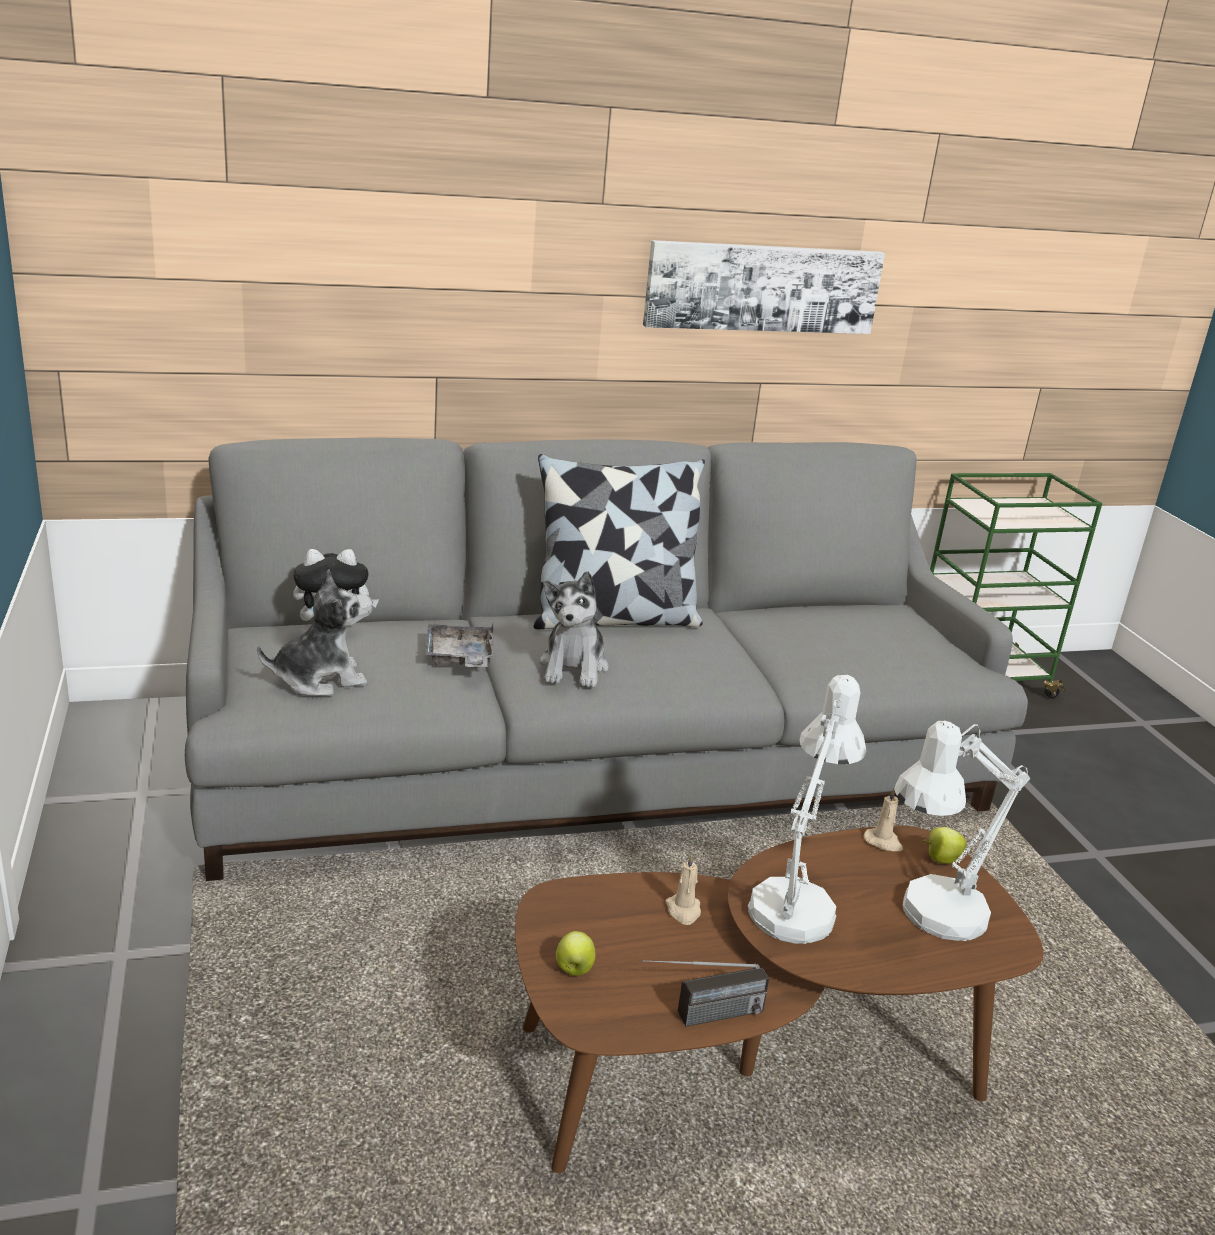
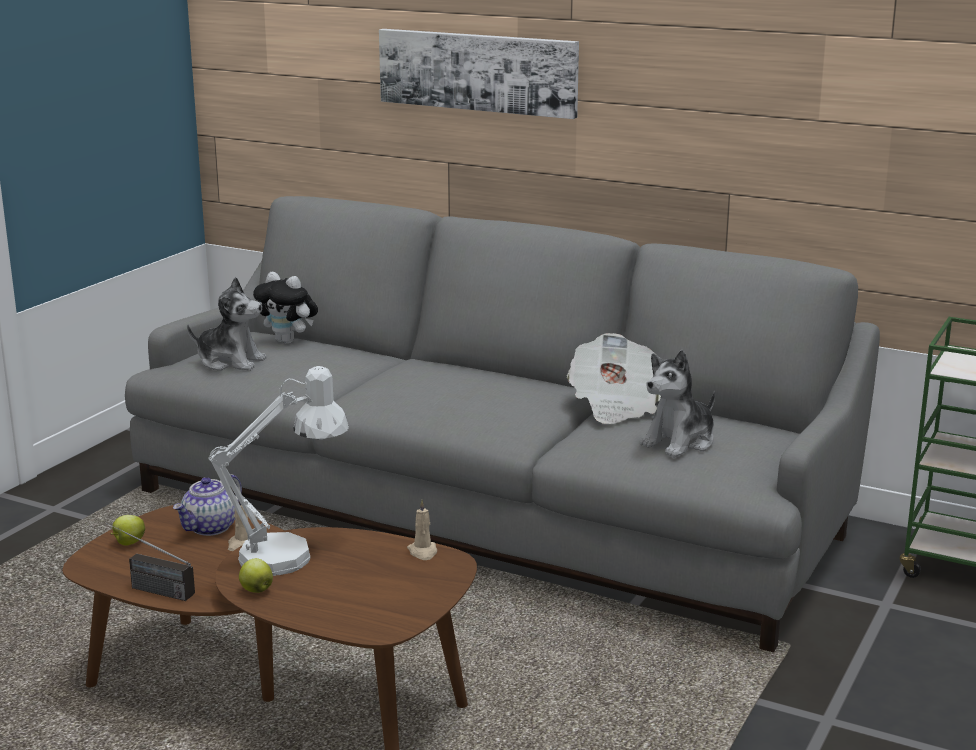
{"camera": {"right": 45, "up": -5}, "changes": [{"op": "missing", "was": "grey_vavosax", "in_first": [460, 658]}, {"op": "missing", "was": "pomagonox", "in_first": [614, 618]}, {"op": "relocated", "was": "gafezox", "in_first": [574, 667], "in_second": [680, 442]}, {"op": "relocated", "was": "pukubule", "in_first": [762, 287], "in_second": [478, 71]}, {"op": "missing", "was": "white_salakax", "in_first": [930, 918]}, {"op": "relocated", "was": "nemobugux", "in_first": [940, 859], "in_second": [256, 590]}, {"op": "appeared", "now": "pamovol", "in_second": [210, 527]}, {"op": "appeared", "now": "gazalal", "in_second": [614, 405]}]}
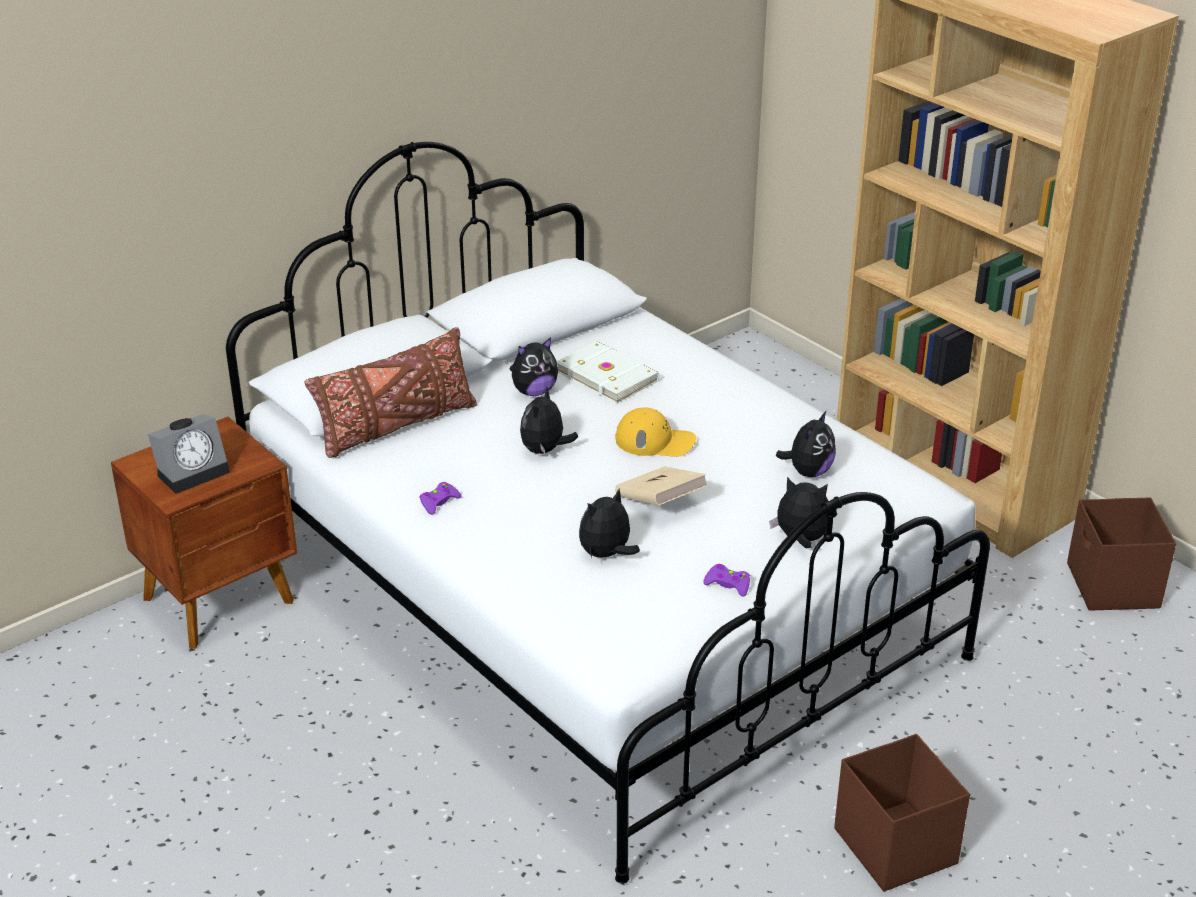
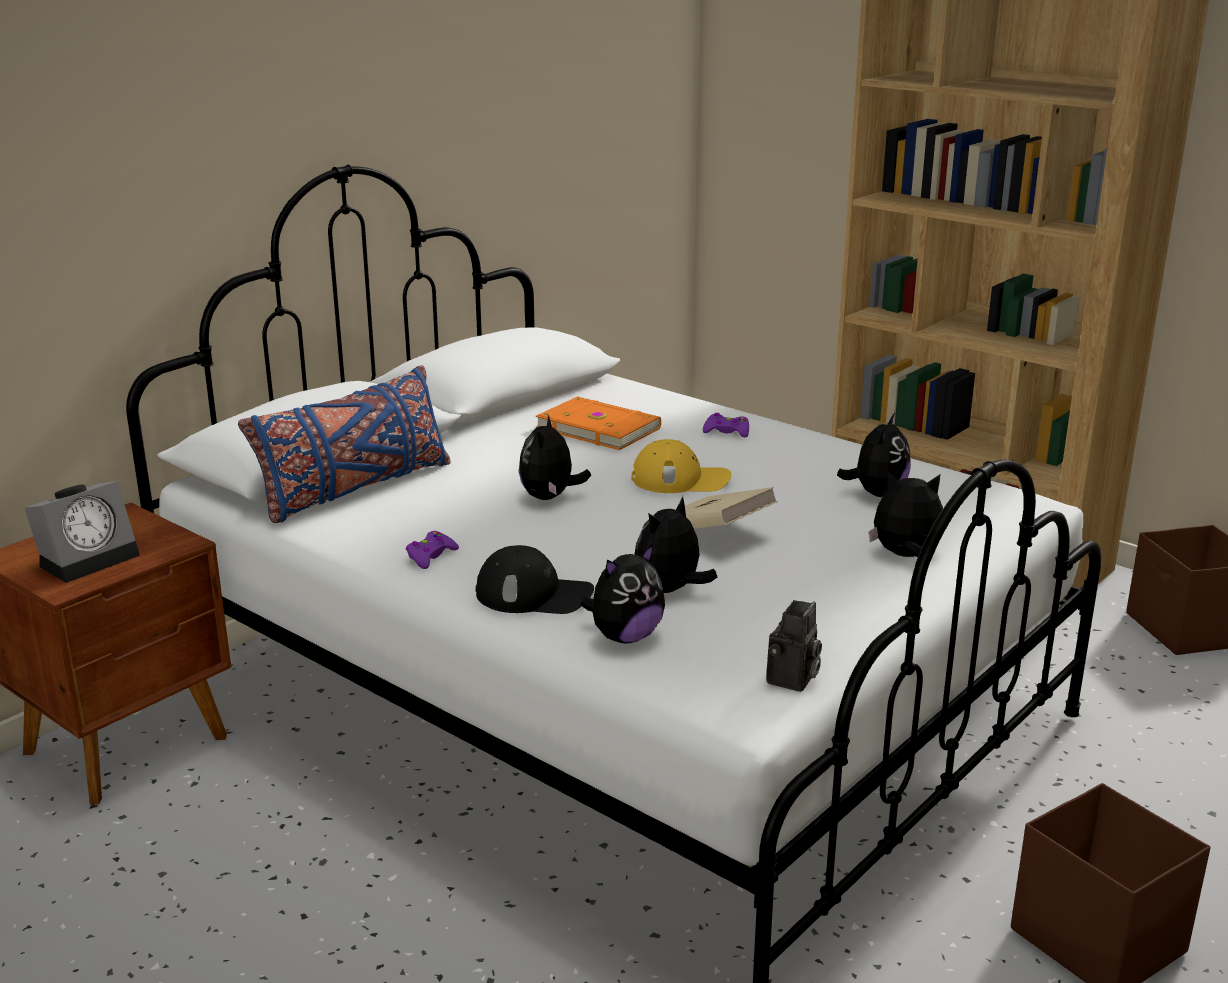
{"camera": {"right": -10, "up": -10}, "changes": [{"op": "colour", "was": "brown_pomagonox", "now": "blue_pomagonox", "in_first": [396, 426], "in_second": [354, 489]}, {"op": "relocated", "was": "gafezox", "in_first": [534, 391], "in_second": [625, 637]}, {"op": "colour", "was": "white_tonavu", "now": "orange_tonavu", "in_first": [608, 375], "in_second": [599, 428]}, {"op": "relocated", "was": "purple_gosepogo", "in_first": [728, 584], "in_second": [727, 431]}, {"op": "appeared", "now": "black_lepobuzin", "in_second": [534, 594]}, {"op": "appeared", "now": "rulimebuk", "in_second": [792, 681]}]}
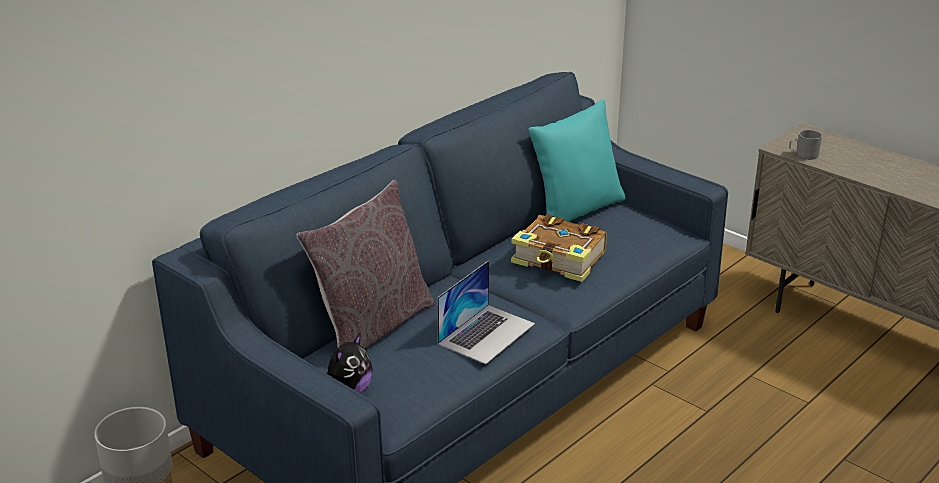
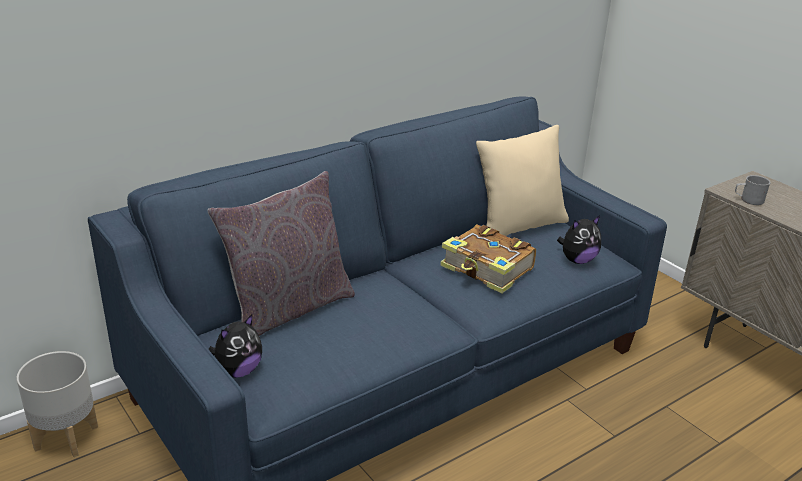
{"camera": {"right": 10, "up": 0}, "changes": [{"op": "missing", "was": "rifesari", "in_first": [486, 333]}, {"op": "colour", "was": "turquoise_pomagonox", "now": "beige_pomagonox", "in_first": [576, 211], "in_second": [518, 226]}, {"op": "appeared", "now": "gafezox", "in_second": [577, 260]}]}
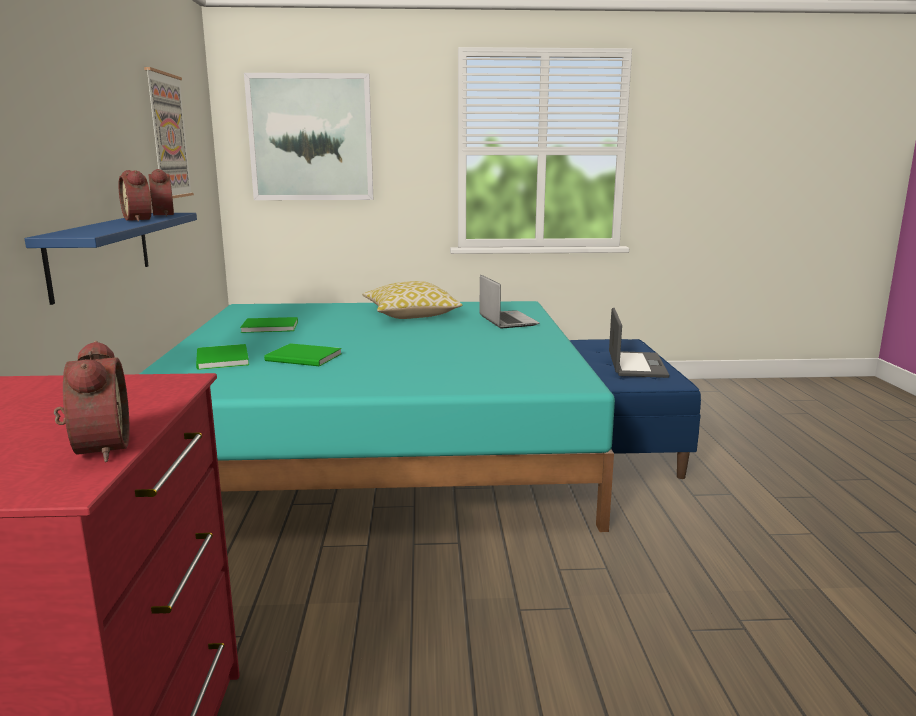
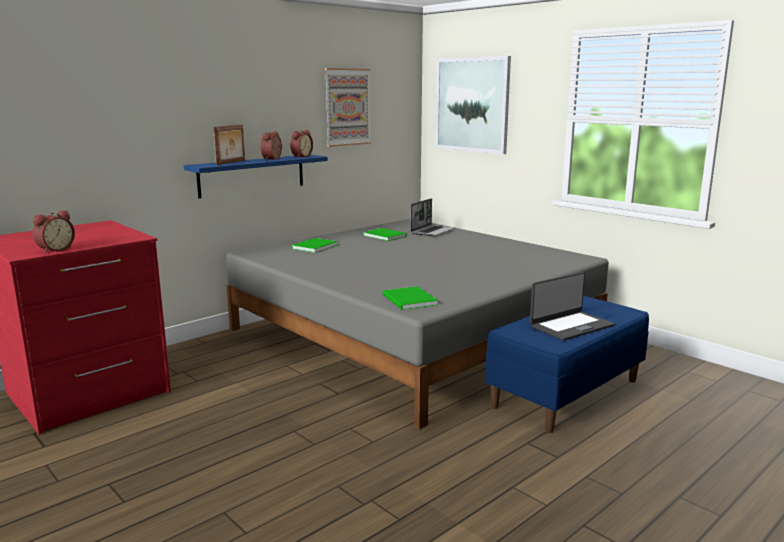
{"camera": {"right": 50, "up": 0}, "changes": [{"op": "colour", "was": "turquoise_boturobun", "now": "grey_boturobun", "in_first": [379, 446], "in_second": [413, 334]}, {"op": "relocated", "was": "green_tonavu", "in_first": [304, 358], "in_second": [409, 300]}, {"op": "missing", "was": "pomagonox", "in_first": [410, 315]}, {"op": "relocated", "was": "rifesari", "in_first": [506, 320], "in_second": [432, 231]}, {"op": "appeared", "now": "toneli", "in_second": [231, 162]}]}
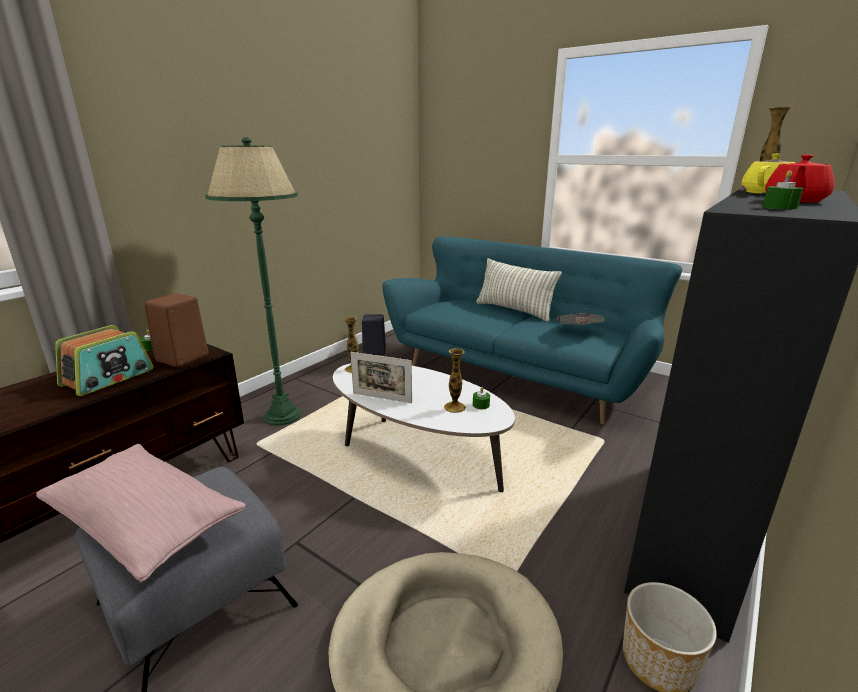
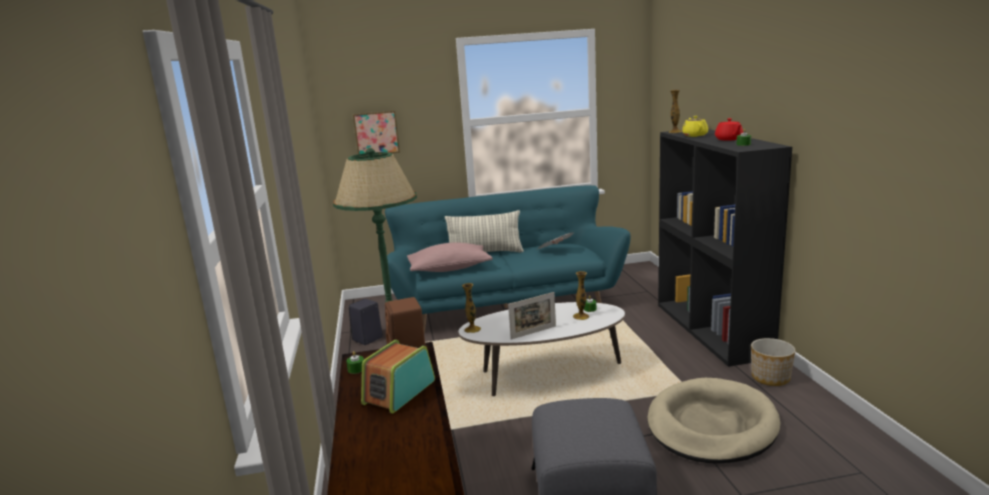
{"camera": {"right": -45, "up": -5}, "changes": [{"op": "relocated", "was": "pink_pomagonox", "in_first": [145, 523], "in_second": [449, 269]}, {"op": "spun", "was": "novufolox", "in_first": [108, 377], "in_second": [398, 392], "clockwise": -135}, {"op": "appeared", "now": "pukubule", "in_second": [376, 133]}]}
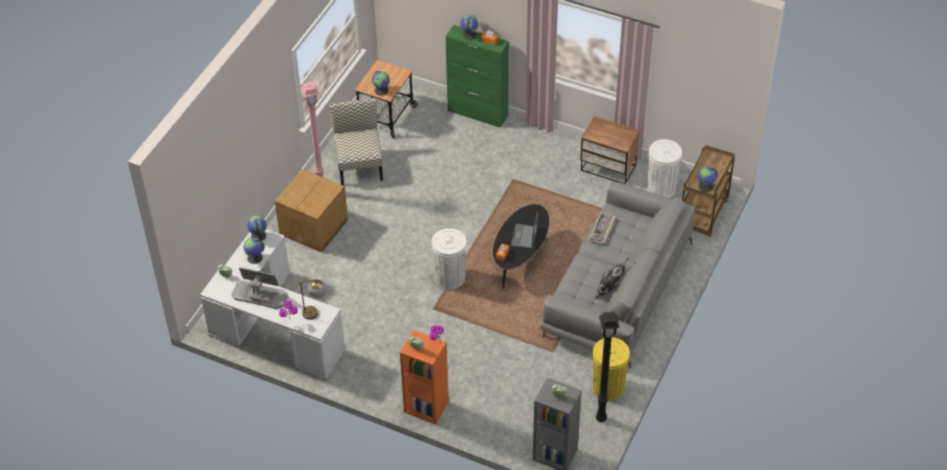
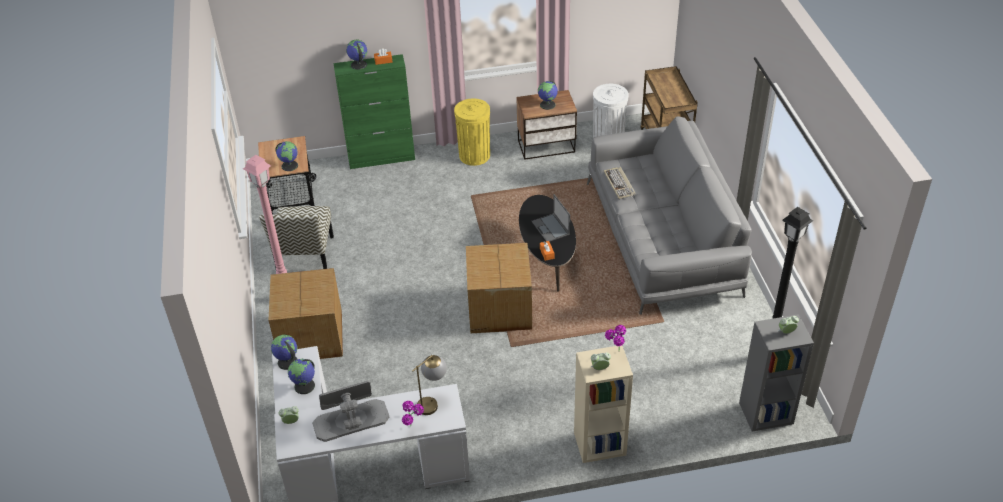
{"camera": {"right": -35, "up": -5}, "changes": [{"op": "spun", "was": "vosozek", "in_first": [359, 165], "in_second": [305, 256], "clockwise": -135}, {"op": "colour", "was": "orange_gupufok", "now": "beige_gupufok", "in_first": [425, 407], "in_second": [599, 444]}, {"op": "exchanged", "was": "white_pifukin", "now": "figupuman", "in_first": [450, 278], "in_second": [498, 310]}, {"op": "relocated", "was": "yellow_pifukin", "in_first": [608, 388], "in_second": [474, 155]}, {"op": "missing", "was": "pomagonox", "in_first": [611, 290]}, {"op": "relocated", "was": "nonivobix", "in_first": [705, 187], "in_second": [548, 105]}]}
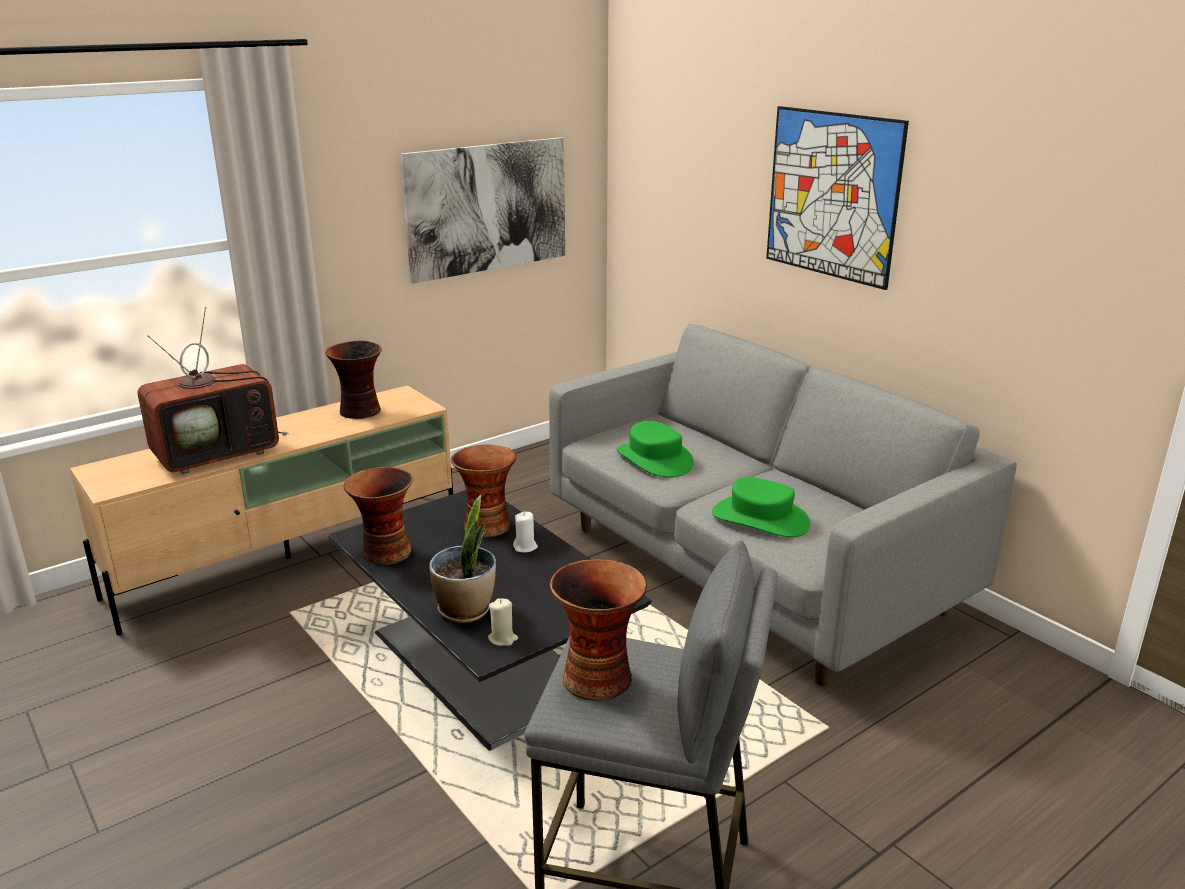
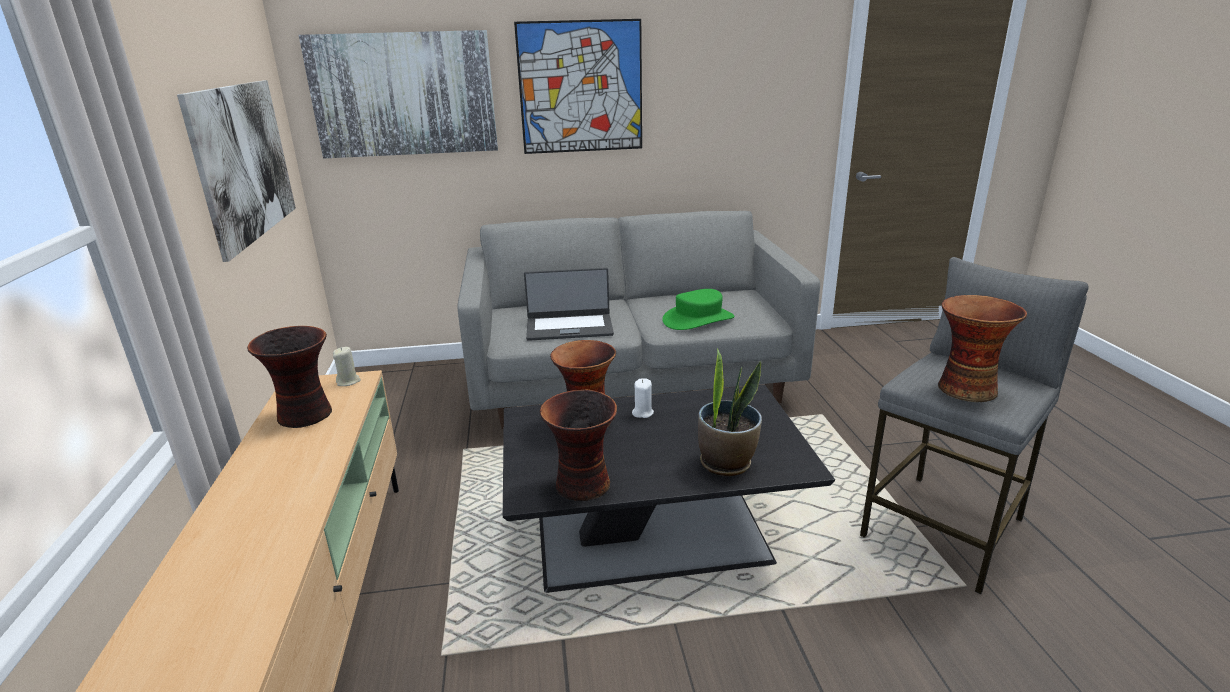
{"camera": {"right": -60, "up": 0}, "changes": [{"op": "missing", "was": "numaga", "in_first": [219, 453]}, {"op": "relocated", "was": "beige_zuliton", "in_first": [503, 638], "in_second": [348, 381]}, {"op": "exchanged", "was": "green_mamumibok", "now": "rifesari", "in_first": [654, 459], "in_second": [569, 327]}, {"op": "appeared", "now": "pukubule", "in_second": [404, 95]}]}
